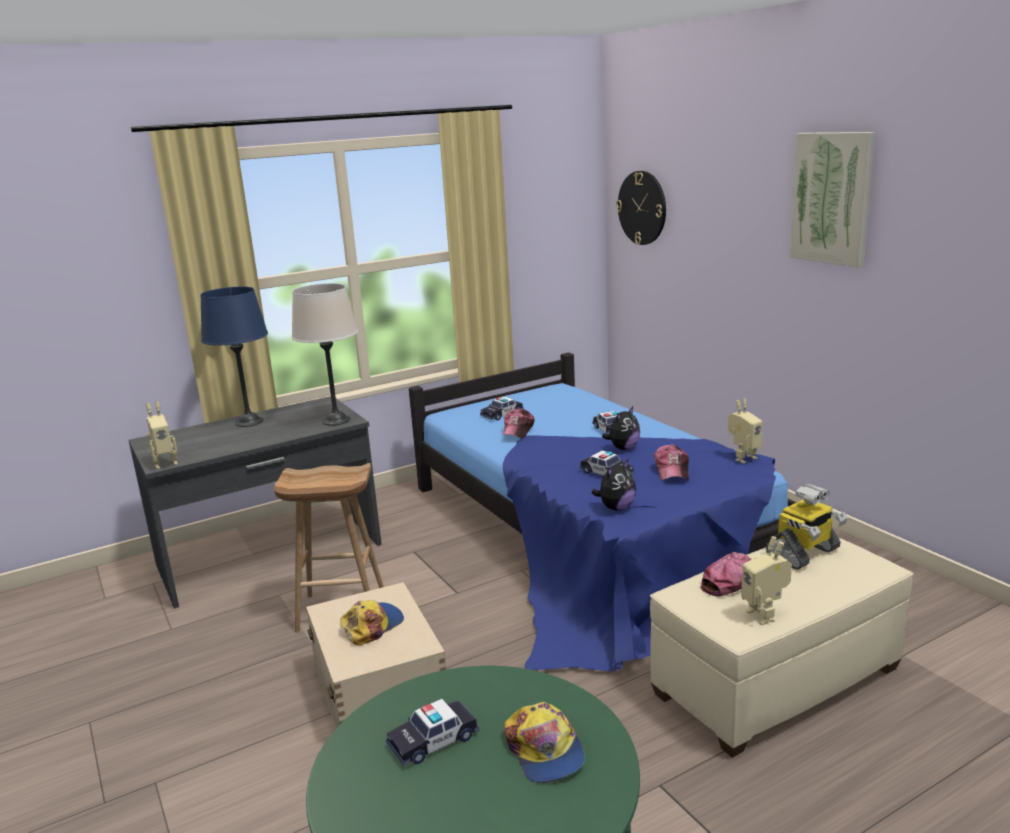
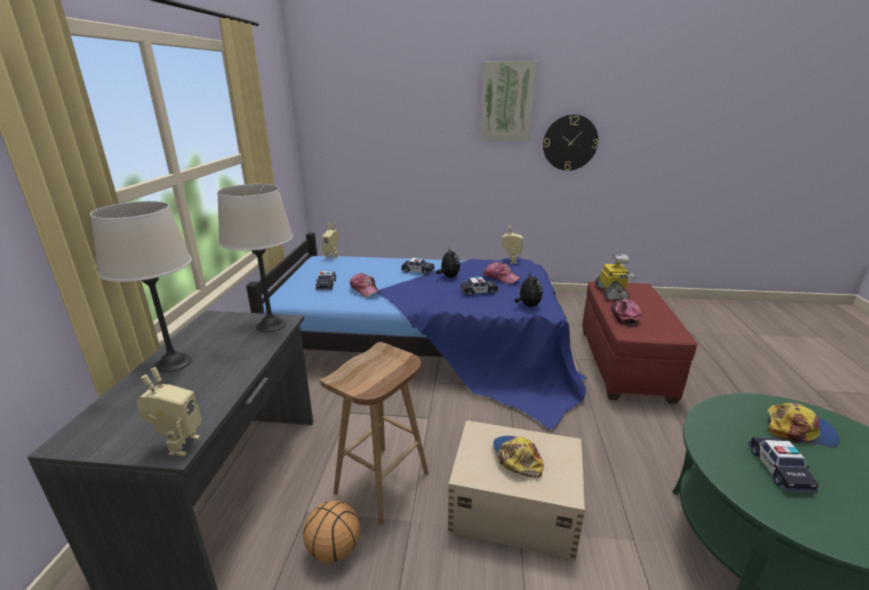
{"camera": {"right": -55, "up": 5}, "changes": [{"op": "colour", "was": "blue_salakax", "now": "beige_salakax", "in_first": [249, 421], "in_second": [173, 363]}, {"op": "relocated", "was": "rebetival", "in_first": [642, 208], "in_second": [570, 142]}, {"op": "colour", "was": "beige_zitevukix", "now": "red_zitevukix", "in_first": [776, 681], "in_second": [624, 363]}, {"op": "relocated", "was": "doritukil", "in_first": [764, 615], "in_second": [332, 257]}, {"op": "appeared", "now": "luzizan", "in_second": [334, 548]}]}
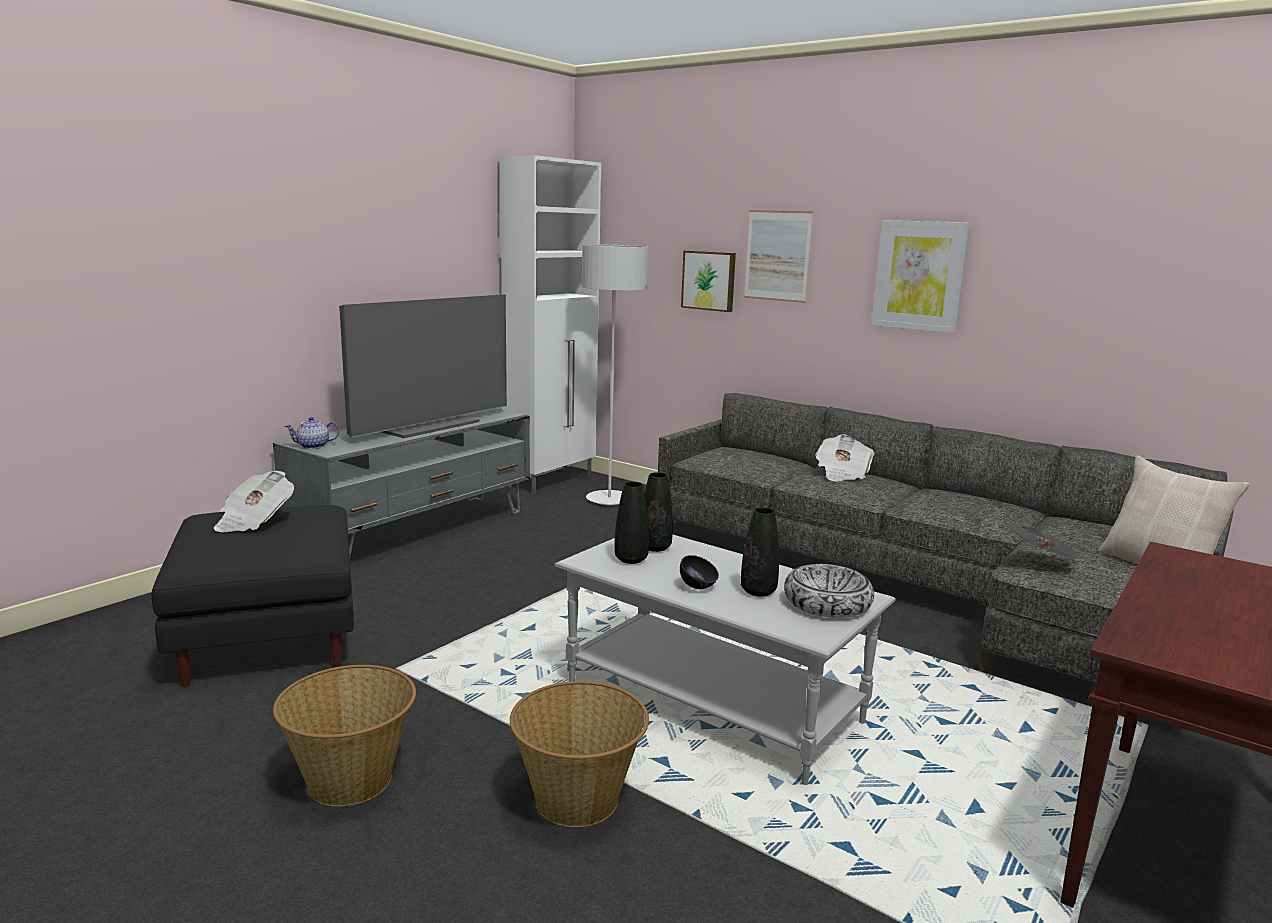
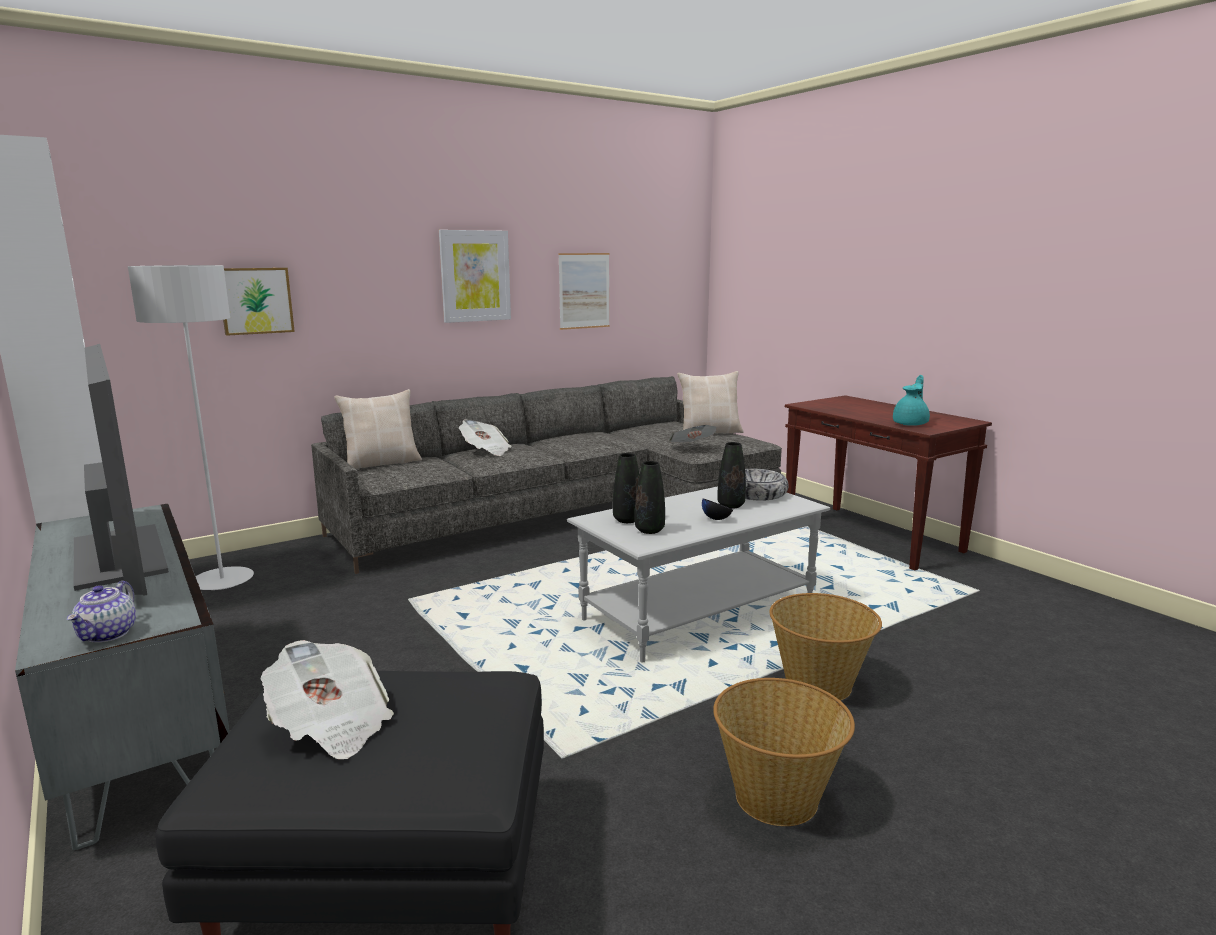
{"camera": {"right": -70, "up": 0}, "changes": [{"op": "relocated", "was": "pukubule", "in_first": [777, 256], "in_second": [584, 291]}, {"op": "appeared", "now": "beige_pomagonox", "in_second": [382, 463]}, {"op": "appeared", "now": "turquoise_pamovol", "in_second": [911, 424]}]}
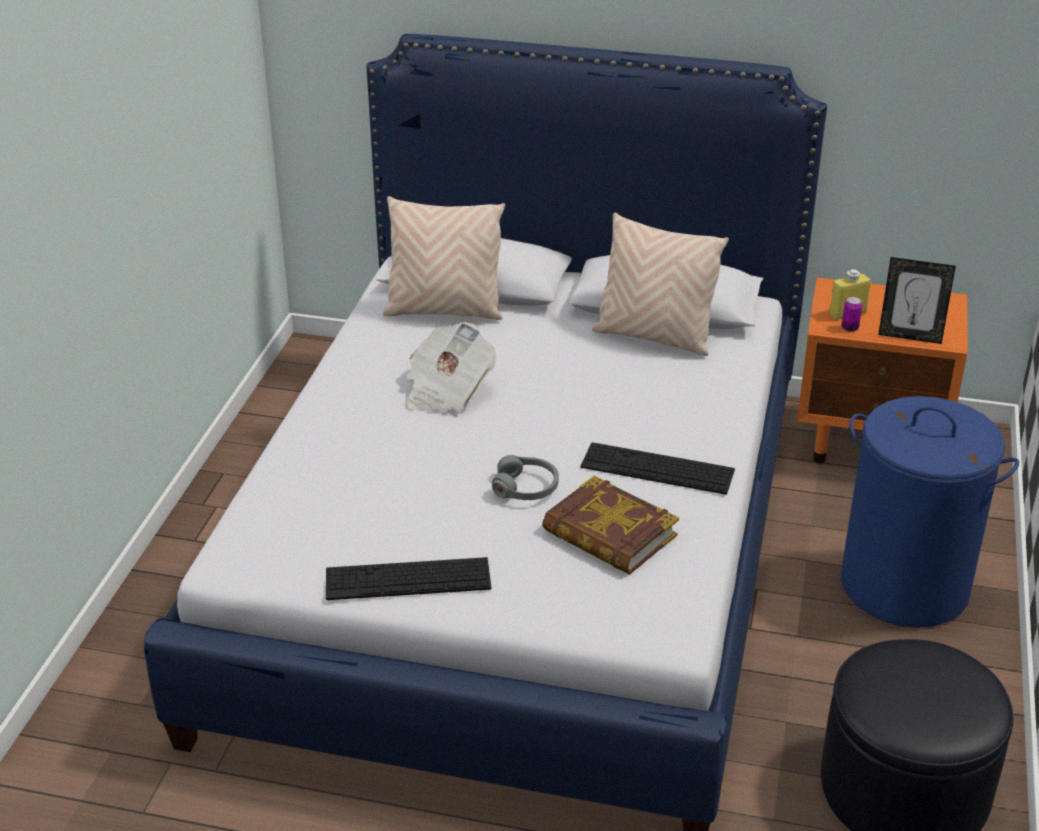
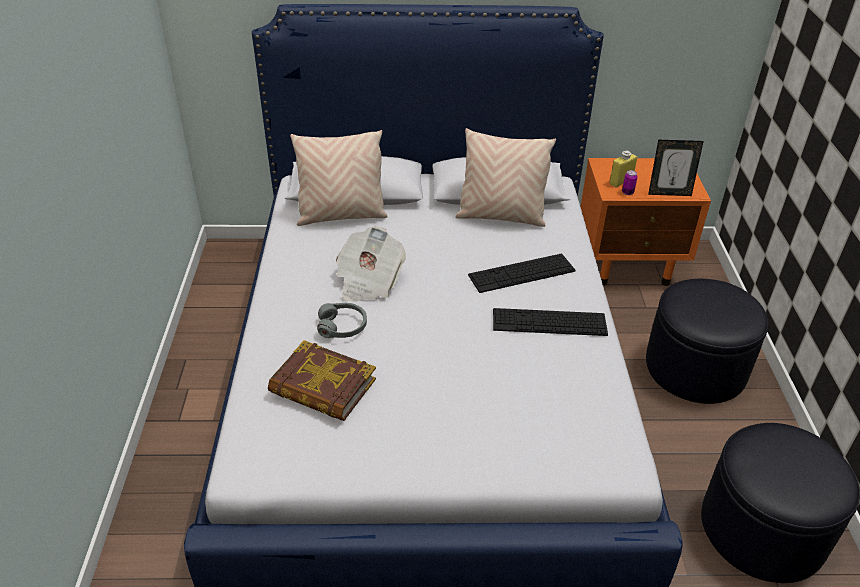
{"camera": {"right": -15, "up": 5}, "changes": [{"op": "relocated", "was": "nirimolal", "in_first": [408, 579], "in_second": [521, 273]}, {"op": "relocated", "was": "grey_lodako", "in_first": [526, 487], "in_second": [342, 326]}, {"op": "relocated", "was": "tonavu", "in_first": [609, 534], "in_second": [322, 387]}, {"op": "exchanged", "was": "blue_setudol", "now": "black_zitevukix", "in_first": [905, 585], "in_second": [695, 367]}]}
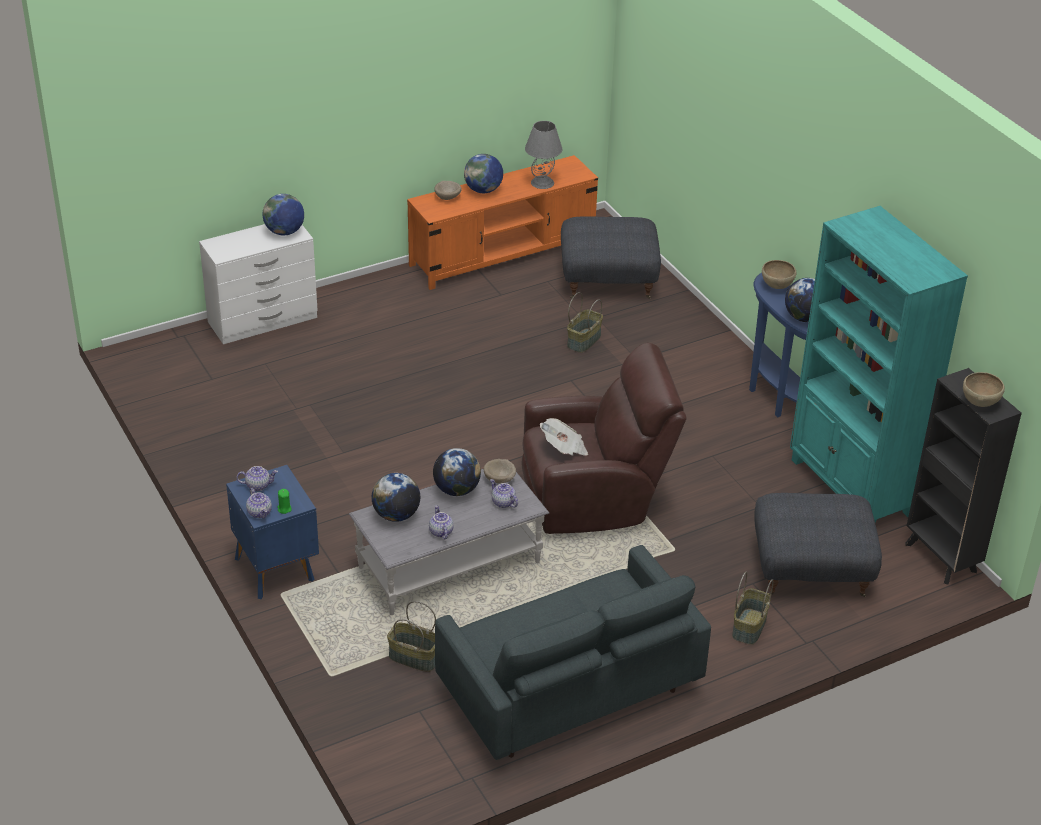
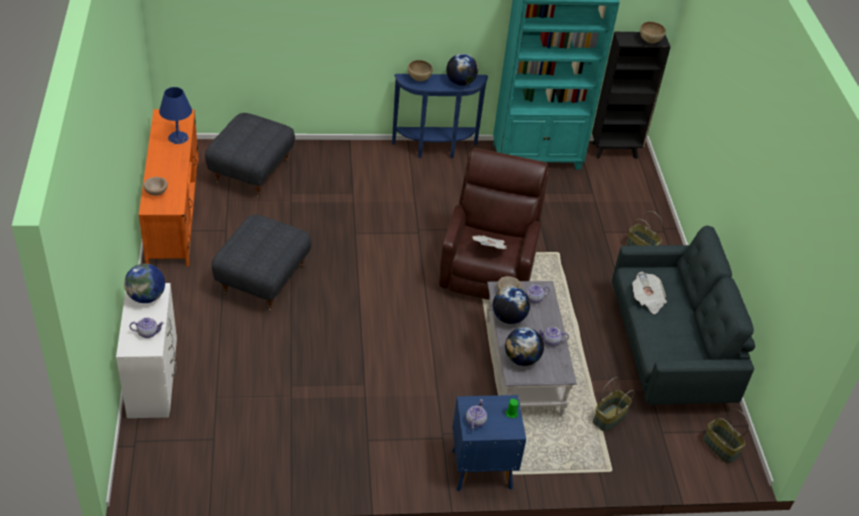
{"camera": {"right": -70, "up": 5}, "changes": [{"op": "relocated", "was": "pamovol", "in_first": [260, 512], "in_second": [148, 333]}, {"op": "missing", "was": "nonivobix", "in_first": [483, 190]}, {"op": "colour", "was": "grey_salakax", "now": "blue_salakax", "in_first": [542, 183], "in_second": [178, 137]}, {"op": "relocated", "was": "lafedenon", "in_first": [583, 340], "in_second": [720, 447]}, {"op": "relocated", "was": "grey_zitevukix", "in_first": [811, 570], "in_second": [262, 279]}, {"op": "appeared", "now": "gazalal", "in_second": [647, 300]}]}
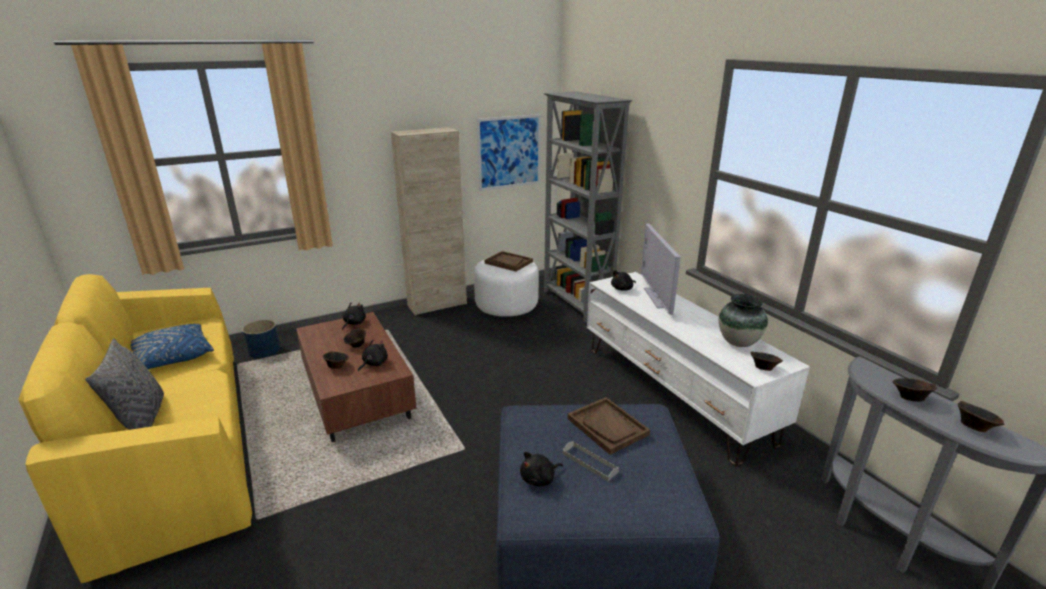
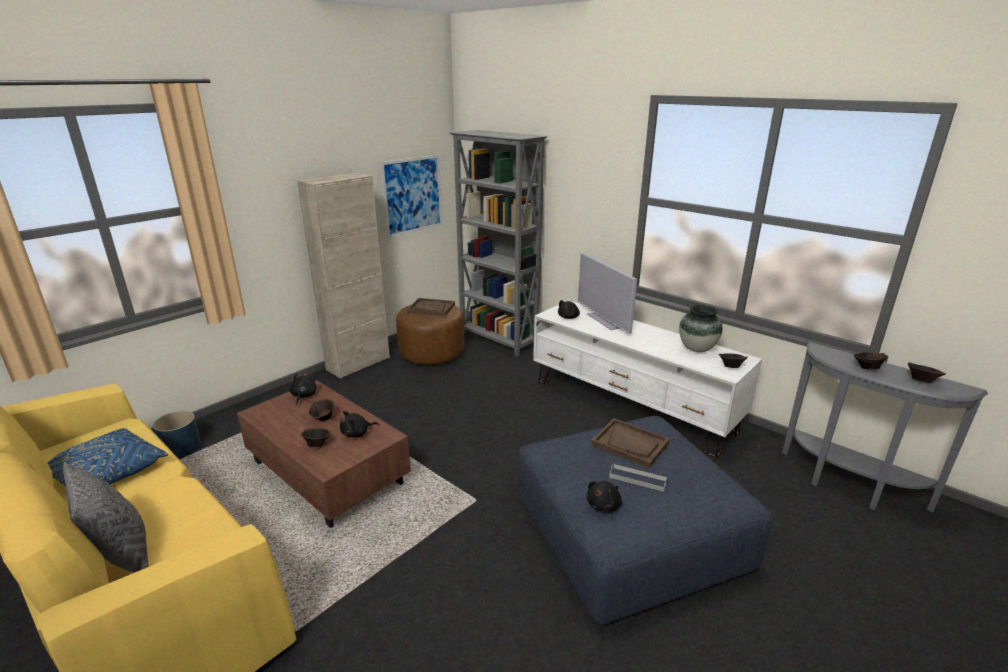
{"camera": {"right": -20, "up": 0}, "changes": [{"op": "spun", "was": "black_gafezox", "in_first": [373, 364], "in_second": [357, 433], "clockwise": -135}, {"op": "colour", "was": "white_zitevukix", "now": "brown_zitevukix", "in_first": [506, 305], "in_second": [431, 353]}]}
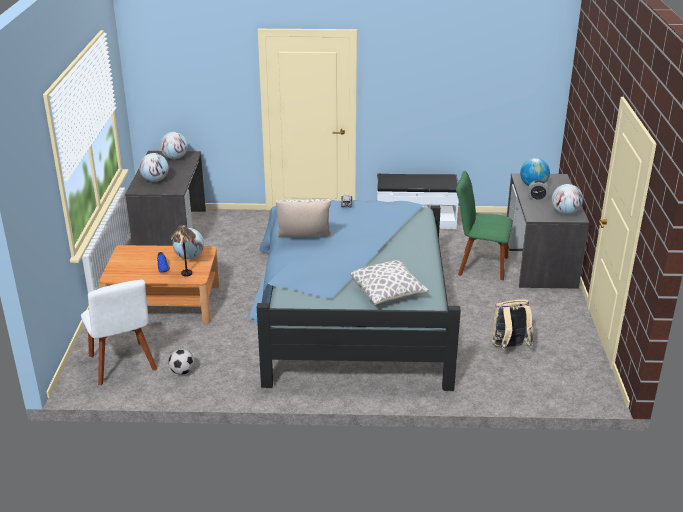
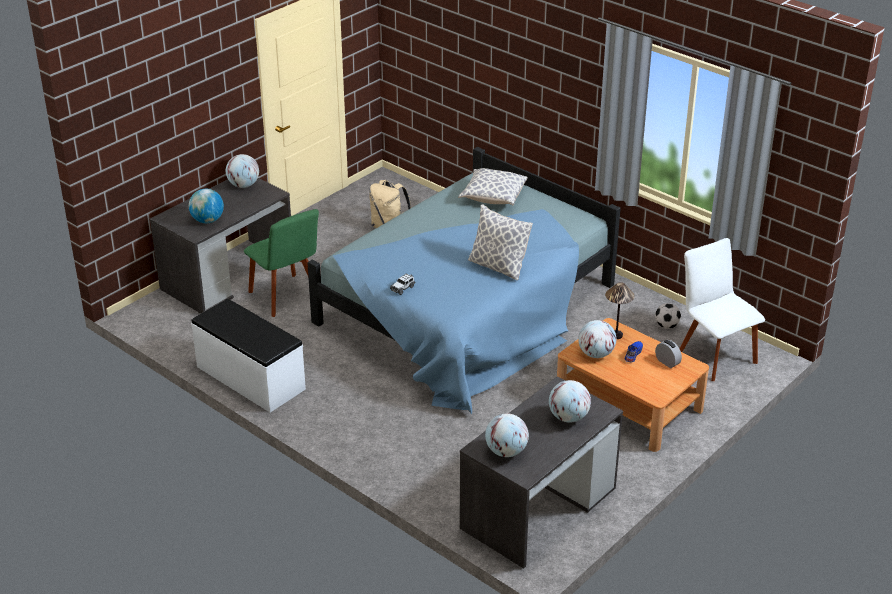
{"camera": {"right": -140, "up": 5}, "changes": [{"op": "spun", "was": "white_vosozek", "in_first": [123, 365], "in_second": [714, 355], "clockwise": -45}, {"op": "relocated", "was": "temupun", "in_first": [537, 198], "in_second": [667, 362]}]}
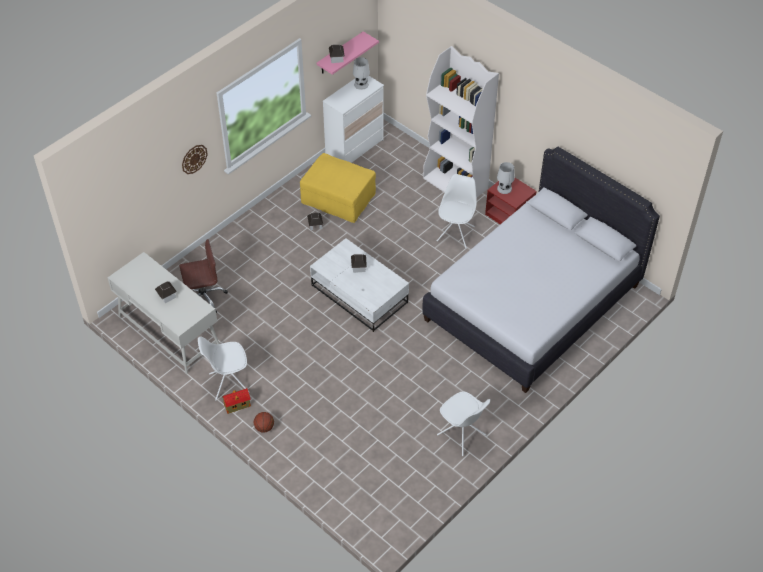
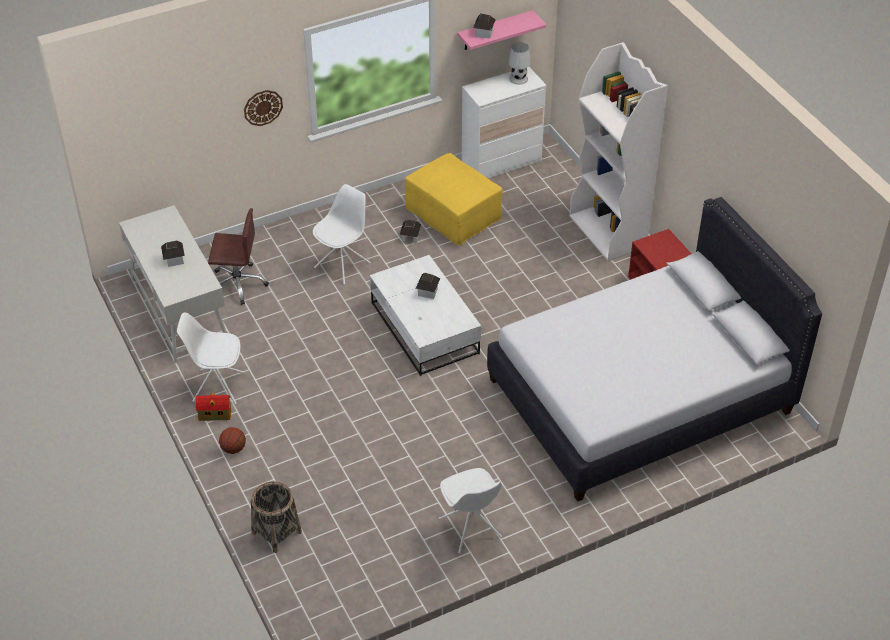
{"camera": {"right": 20, "up": -5}, "changes": [{"op": "relocated", "was": "white_vosozek", "in_first": [456, 233], "in_second": [343, 265]}, {"op": "missing", "was": "white_salakax", "in_first": [504, 188]}, {"op": "appeared", "now": "lafedenon", "in_second": [276, 532]}]}
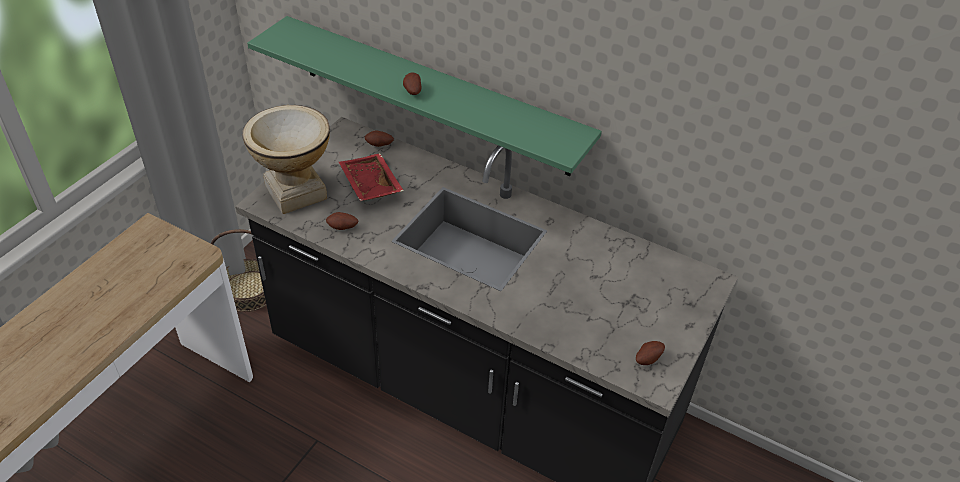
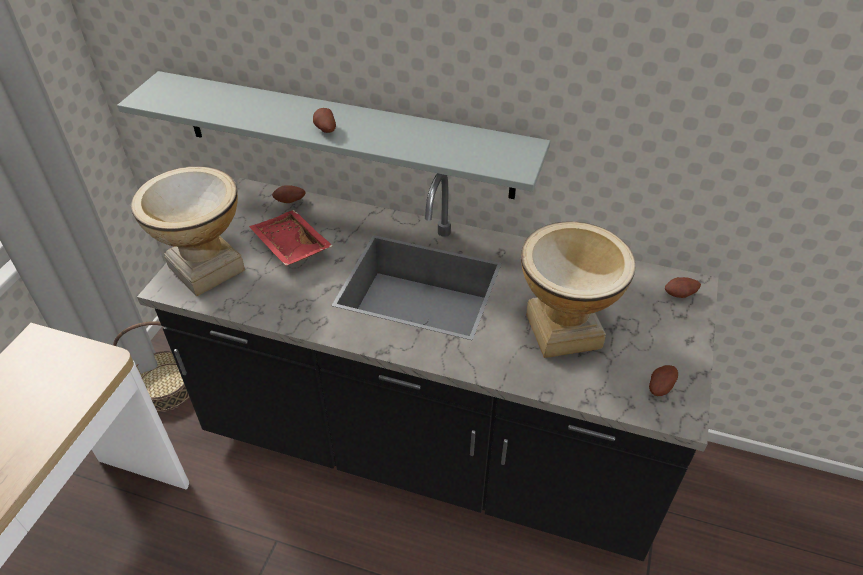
{"camera": {"right": -10, "up": 0}, "changes": [{"op": "colour", "was": "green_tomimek", "now": "grey_tomimek", "in_first": [433, 95], "in_second": [344, 135]}, {"op": "relocated", "was": "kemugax", "in_first": [342, 228], "in_second": [680, 295]}, {"op": "appeared", "now": "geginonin", "in_second": [563, 331]}]}
